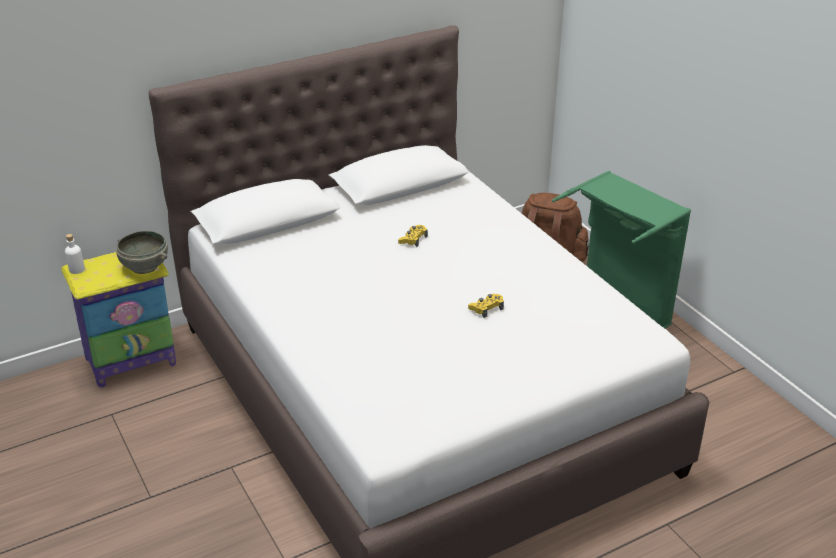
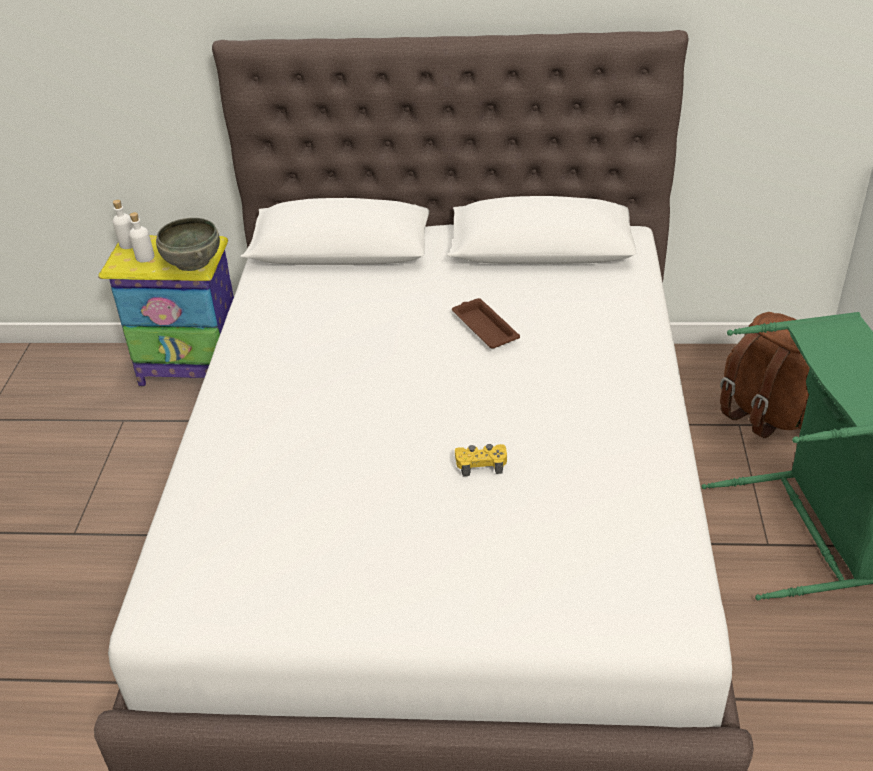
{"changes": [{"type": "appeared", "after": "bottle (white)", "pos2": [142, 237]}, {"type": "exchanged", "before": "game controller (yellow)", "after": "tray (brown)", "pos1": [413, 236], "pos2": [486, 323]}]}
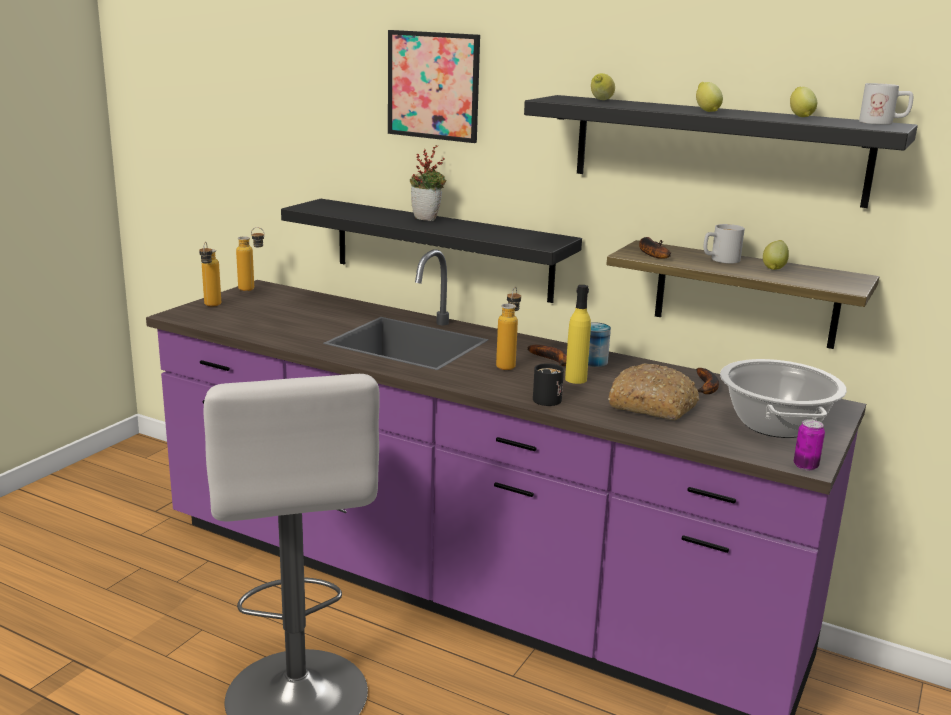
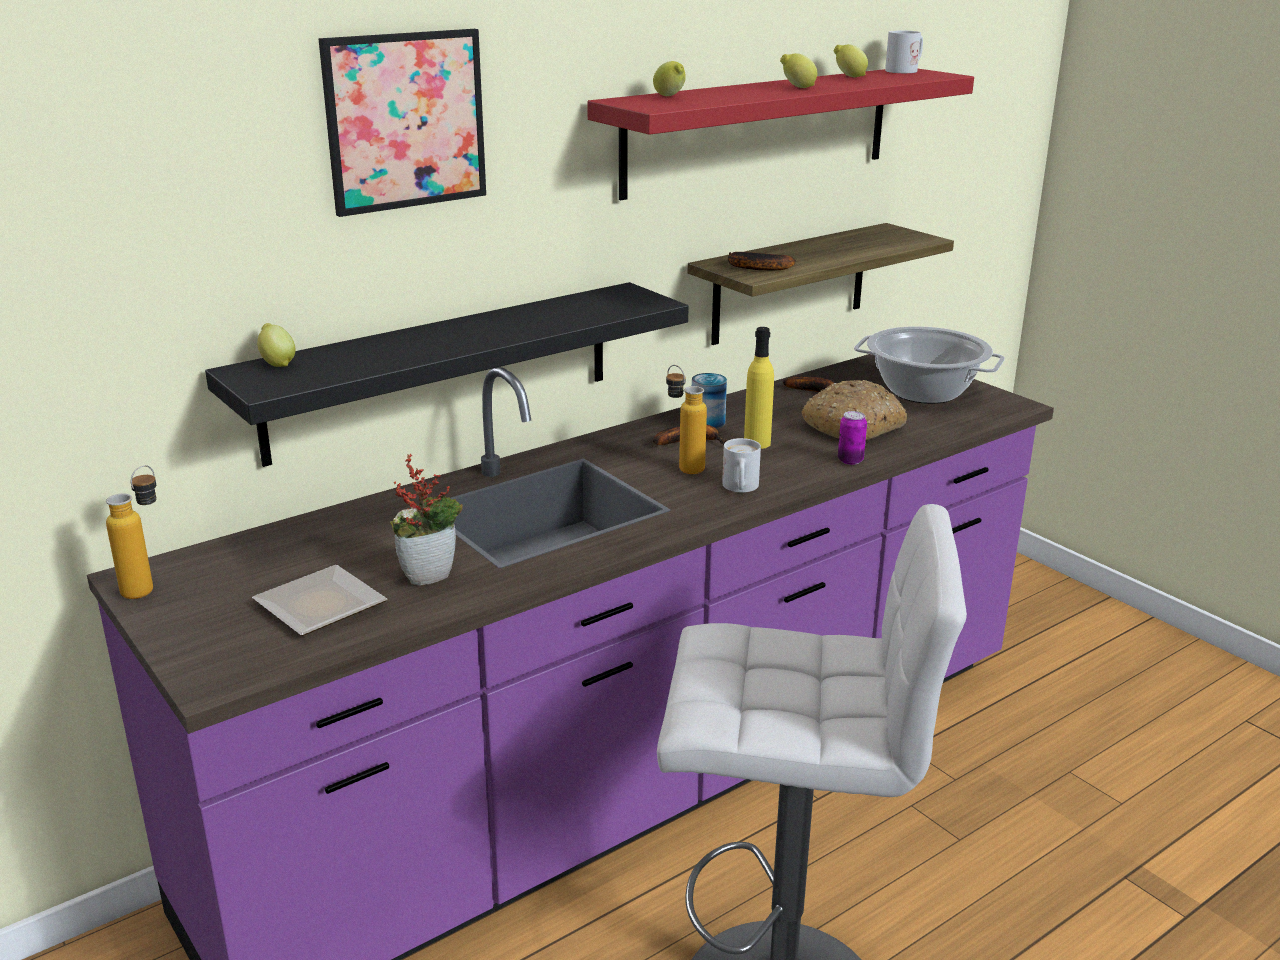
{"changes": [{"type": "missing", "before": "bottle", "pos1": [210, 274]}, {"type": "missing", "before": "mug (black)", "pos1": [548, 384]}, {"type": "appeared", "after": "plate", "pos2": [319, 600]}, {"type": "relocated", "before": "potted plant", "pos1": [428, 183], "pos2": [426, 519]}, {"type": "relocated", "before": "mug (white)", "pos1": [724, 243], "pos2": [741, 465]}, {"type": "relocated", "before": "lemon", "pos1": [776, 255], "pos2": [276, 345]}, {"type": "relocated", "before": "can", "pos1": [809, 445], "pos2": [852, 438]}, {"type": "colour", "before": "shelf (black)", "after": "shelf (red)", "pos1": [721, 151], "pos2": [780, 134]}]}
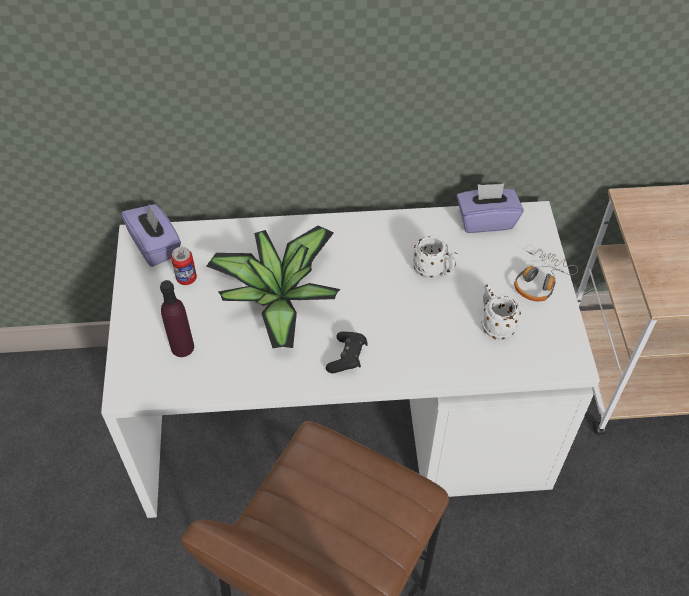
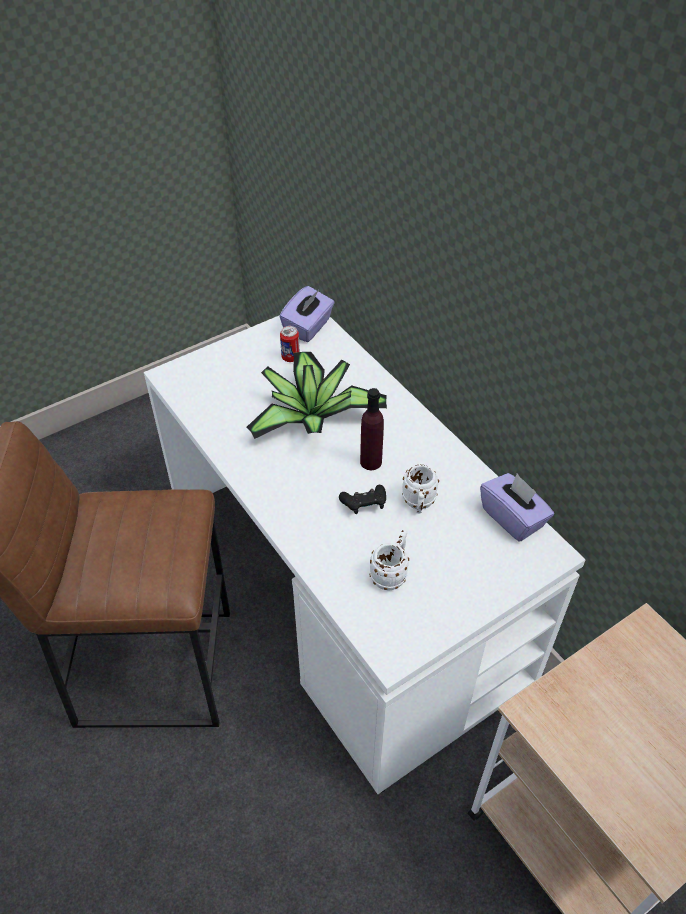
{"changes": [{"type": "missing", "before": "headphones", "pos1": [546, 276]}, {"type": "relocated", "before": "bottle (purple)", "pos1": [177, 318], "pos2": [372, 429]}, {"type": "relocated", "before": "game controller (black)", "pos1": [347, 352], "pos2": [362, 499]}]}
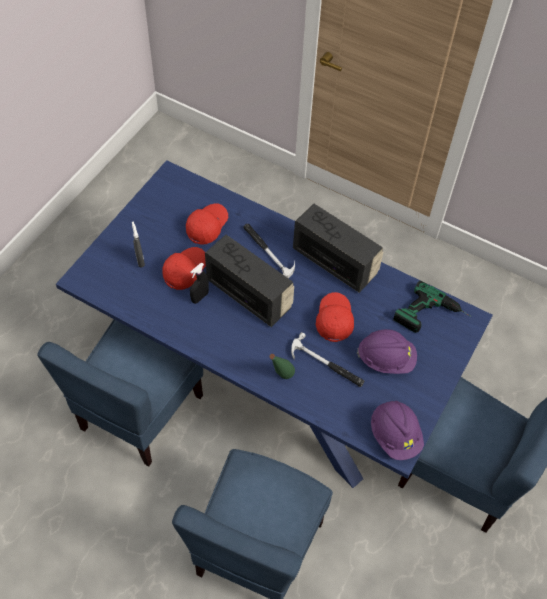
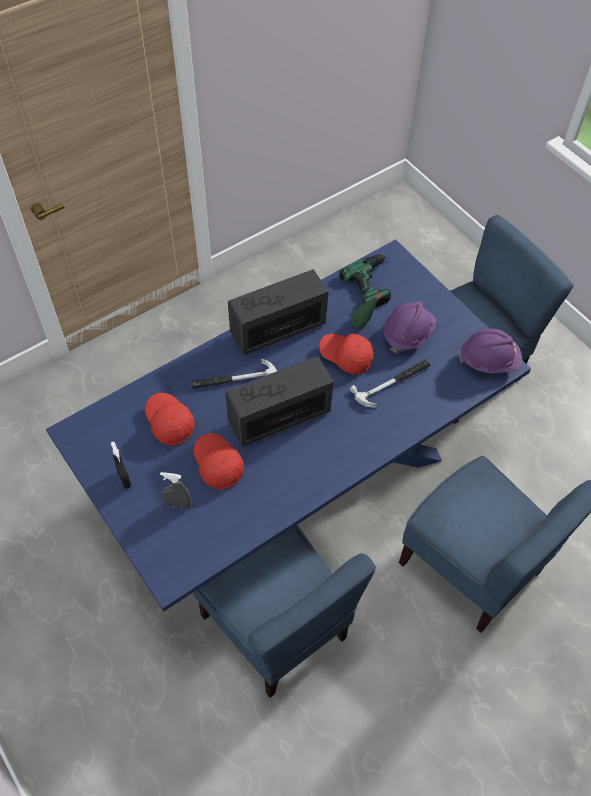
{"changes": [{"type": "relocated", "before": "spray bottle (black)", "pos1": [199, 283], "pos2": [121, 465]}, {"type": "relocated", "before": "bottle (green)", "pos1": [282, 366], "pos2": [366, 310]}]}
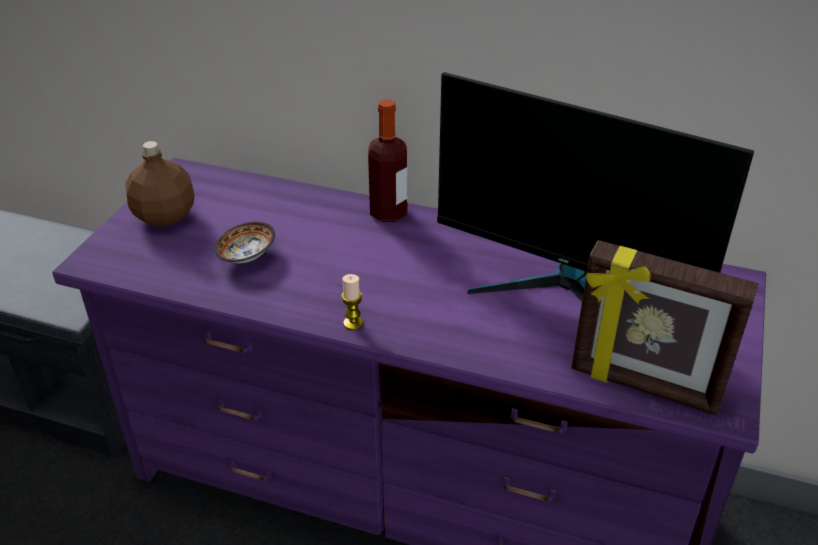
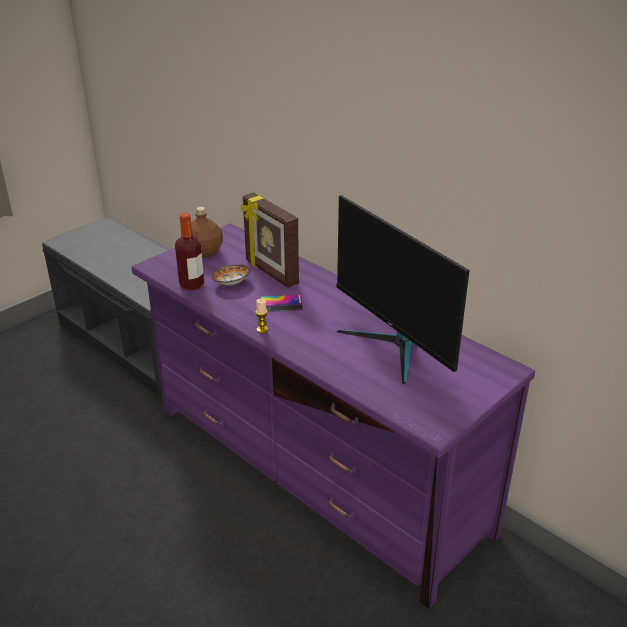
{"changes": [{"type": "appeared", "after": "phone", "pos2": [282, 303]}, {"type": "relocated", "before": "bottle", "pos1": [387, 160], "pos2": [189, 251]}, {"type": "relocated", "before": "picture frame", "pos1": [664, 327], "pos2": [270, 240]}]}
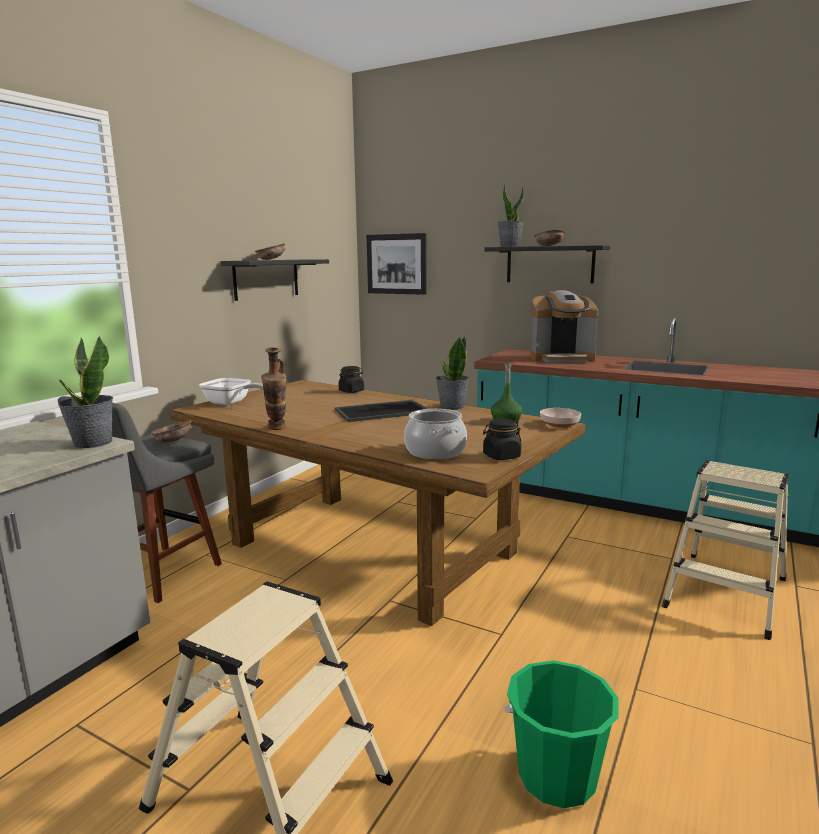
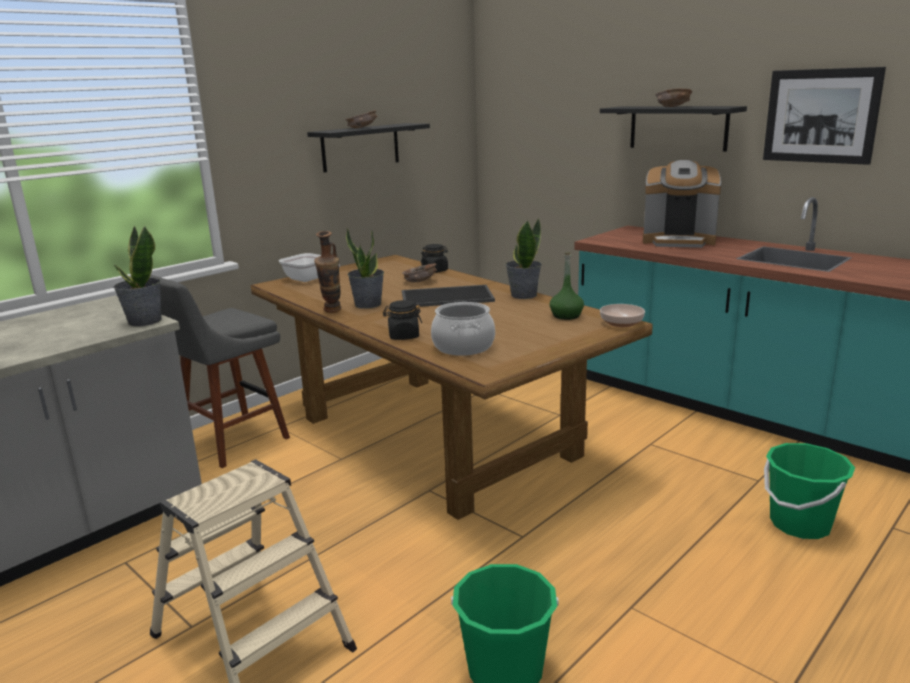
{"changes": [{"type": "relocated", "before": "bowl (brown)", "pos1": [172, 431], "pos2": [419, 272]}, {"type": "relocated", "before": "picture", "pos1": [397, 264], "pos2": [824, 116]}, {"type": "relocated", "before": "jar (black)", "pos1": [502, 439], "pos2": [402, 320]}, {"type": "relocated", "before": "potted plant", "pos1": [511, 215], "pos2": [365, 268]}, {"type": "exchanged", "before": "step ladder (beige)", "after": "bucket (green)", "pos1": [725, 550], "pos2": [809, 491]}]}
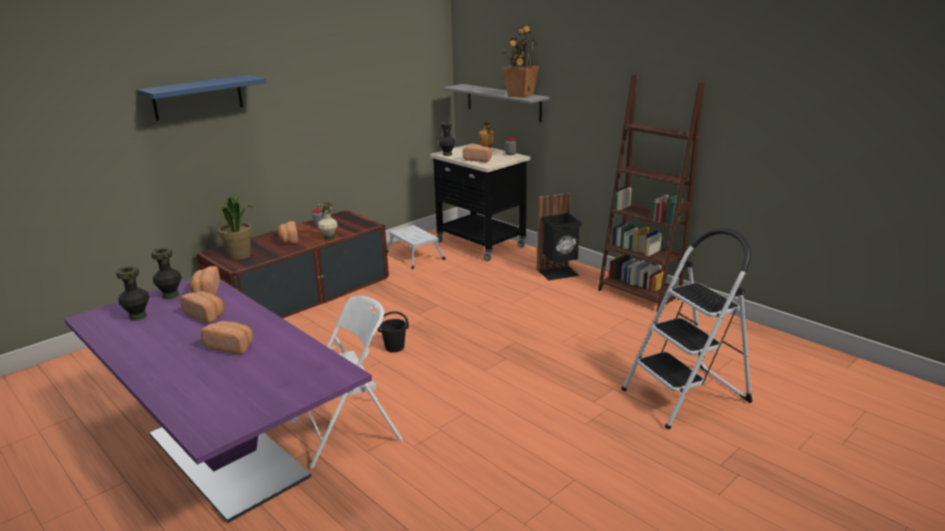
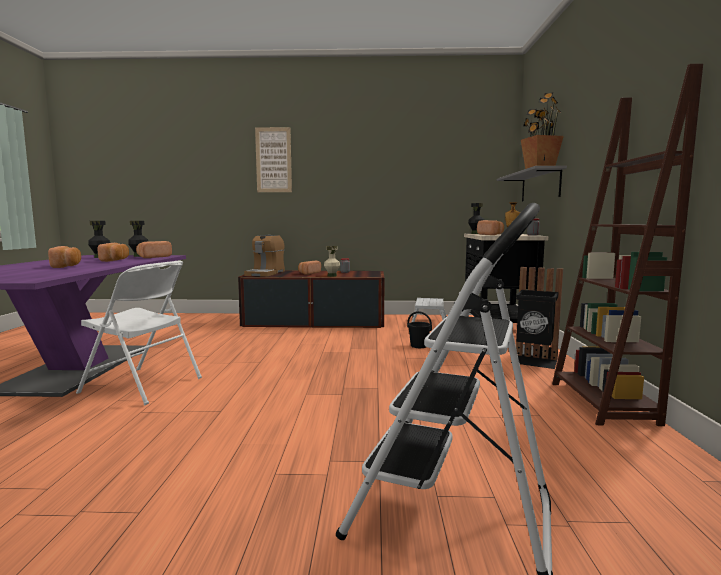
{"changes": [{"type": "relocated", "before": "bucket (black)", "pos1": [393, 331], "pos2": [419, 329]}, {"type": "exchanged", "before": "shelf (blue)", "after": "picture", "pos1": [202, 98], "pos2": [273, 159]}, {"type": "exchanged", "before": "potted plant", "after": "coffee machine", "pos1": [235, 228], "pos2": [264, 256]}]}
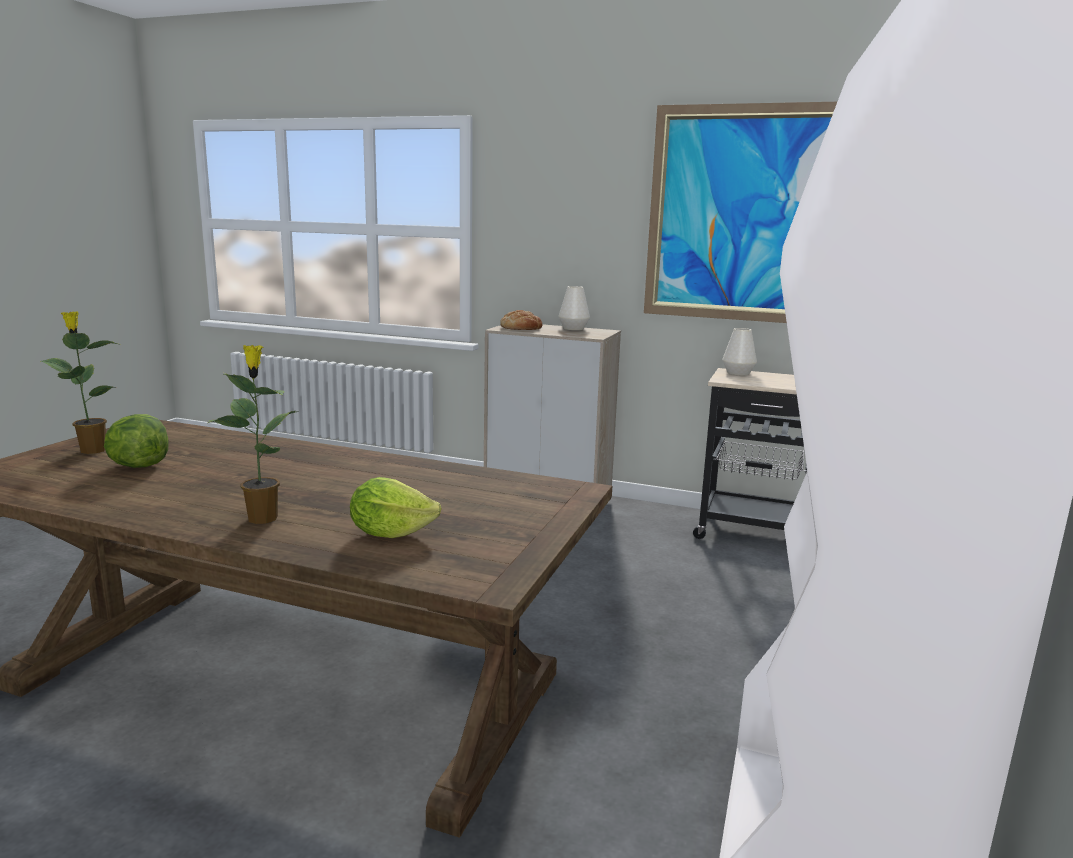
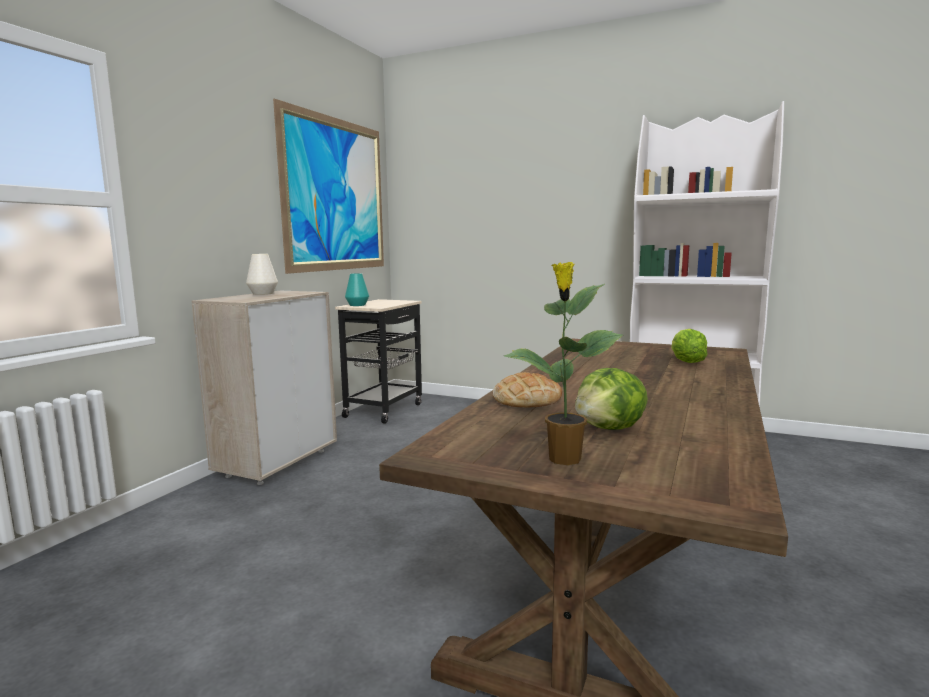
{"changes": [{"type": "missing", "before": "potted plant", "pos1": [253, 434]}, {"type": "relocated", "before": "bread", "pos1": [521, 320], "pos2": [527, 390]}, {"type": "colour", "before": "vase (white)", "after": "vase (turquoise)", "pos1": [739, 351], "pos2": [357, 289]}]}
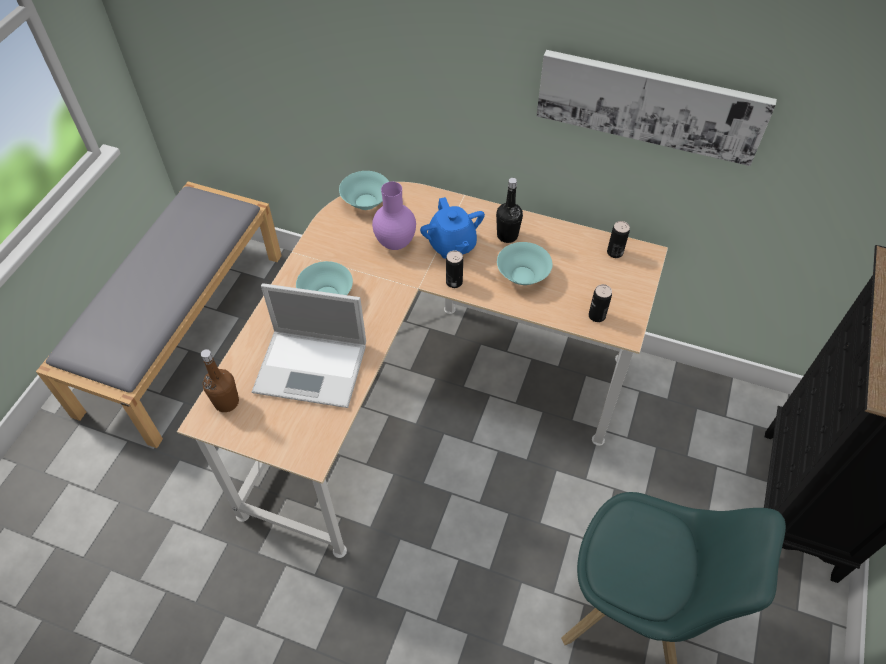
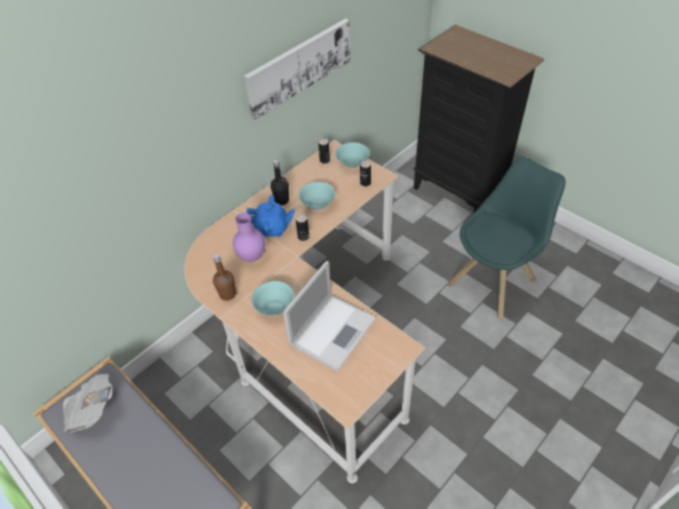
{"changes": [{"type": "appeared", "after": "newspaper", "pos2": [88, 403]}, {"type": "relocated", "before": "bottle (brown)", "pos1": [220, 380], "pos2": [224, 277]}, {"type": "relocated", "before": "bowl (turquoise)", "pos1": [364, 190], "pos2": [352, 155]}]}
